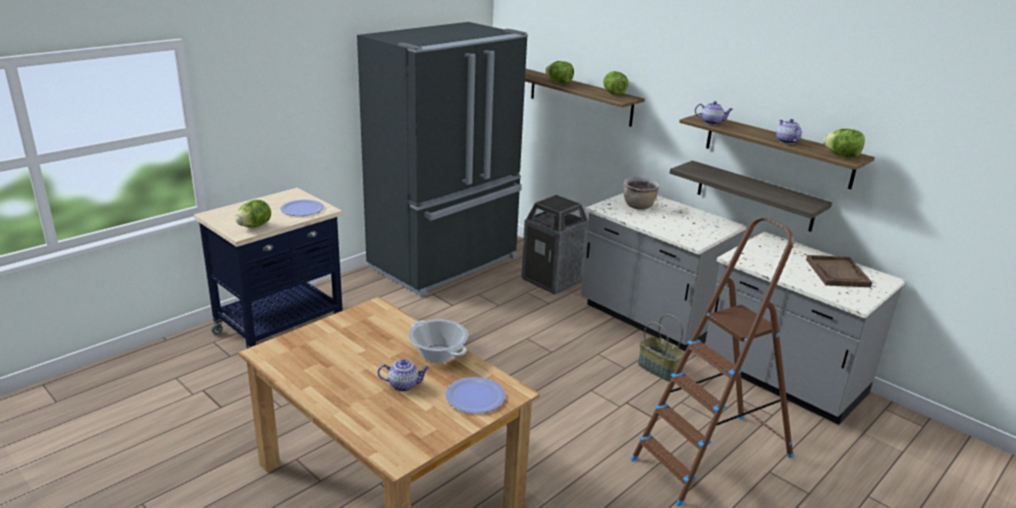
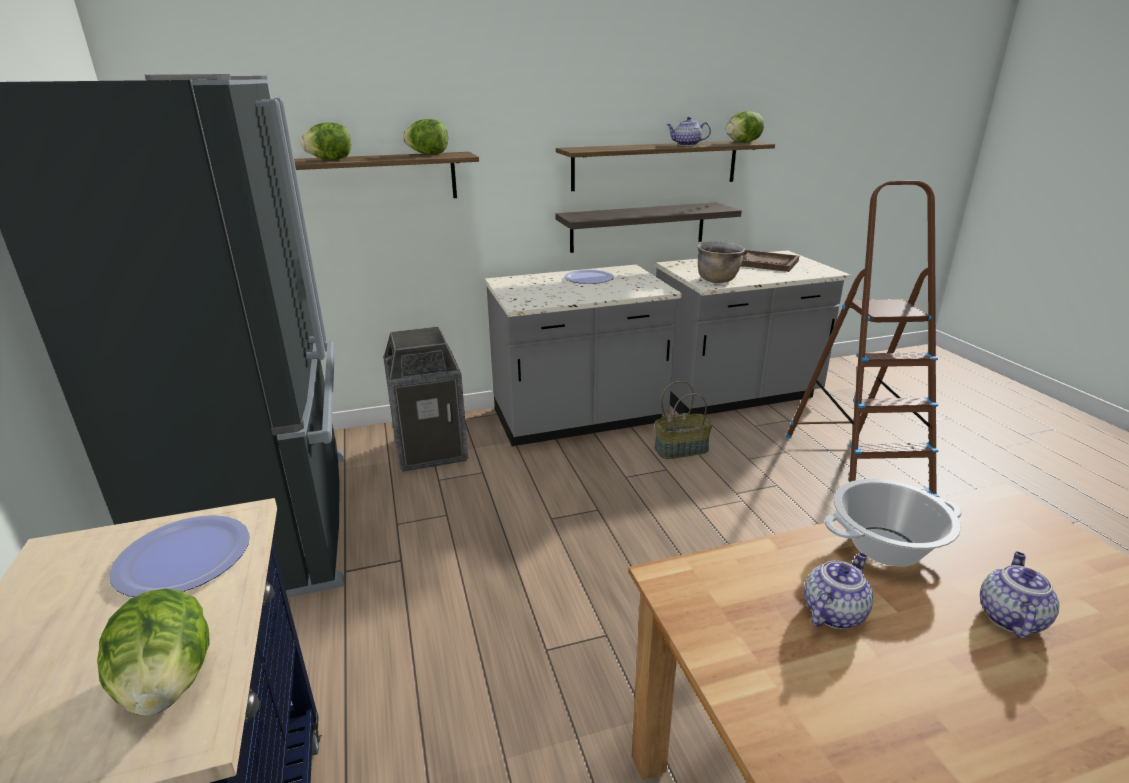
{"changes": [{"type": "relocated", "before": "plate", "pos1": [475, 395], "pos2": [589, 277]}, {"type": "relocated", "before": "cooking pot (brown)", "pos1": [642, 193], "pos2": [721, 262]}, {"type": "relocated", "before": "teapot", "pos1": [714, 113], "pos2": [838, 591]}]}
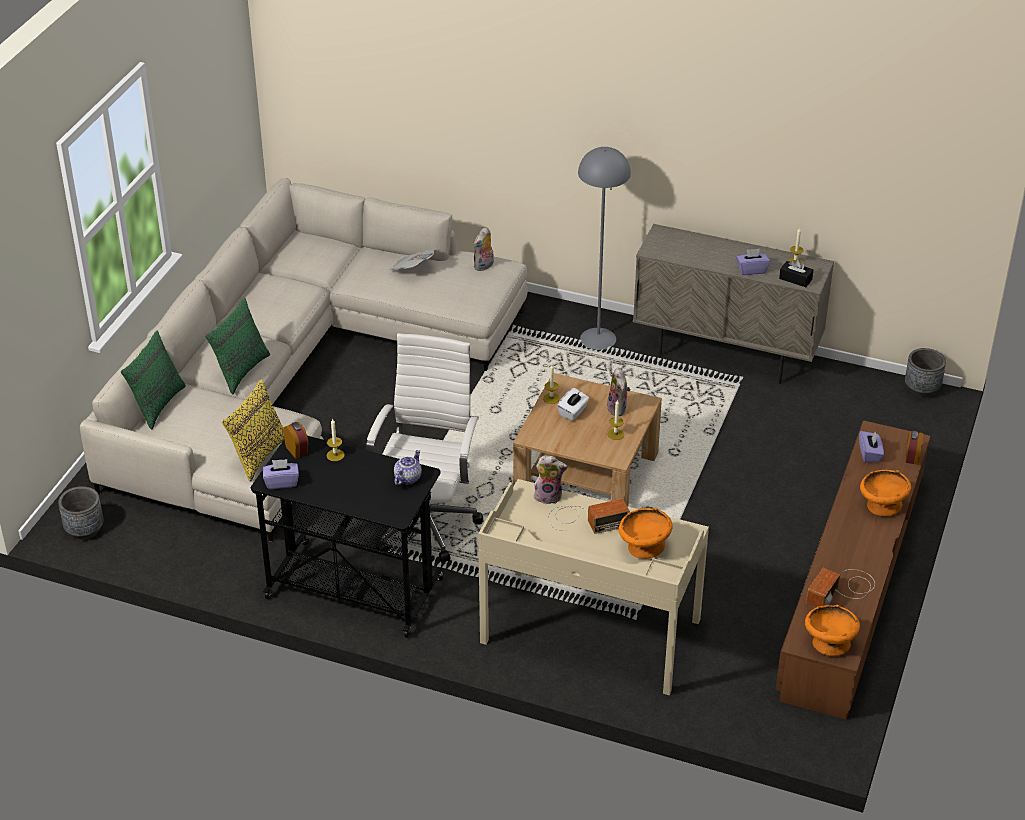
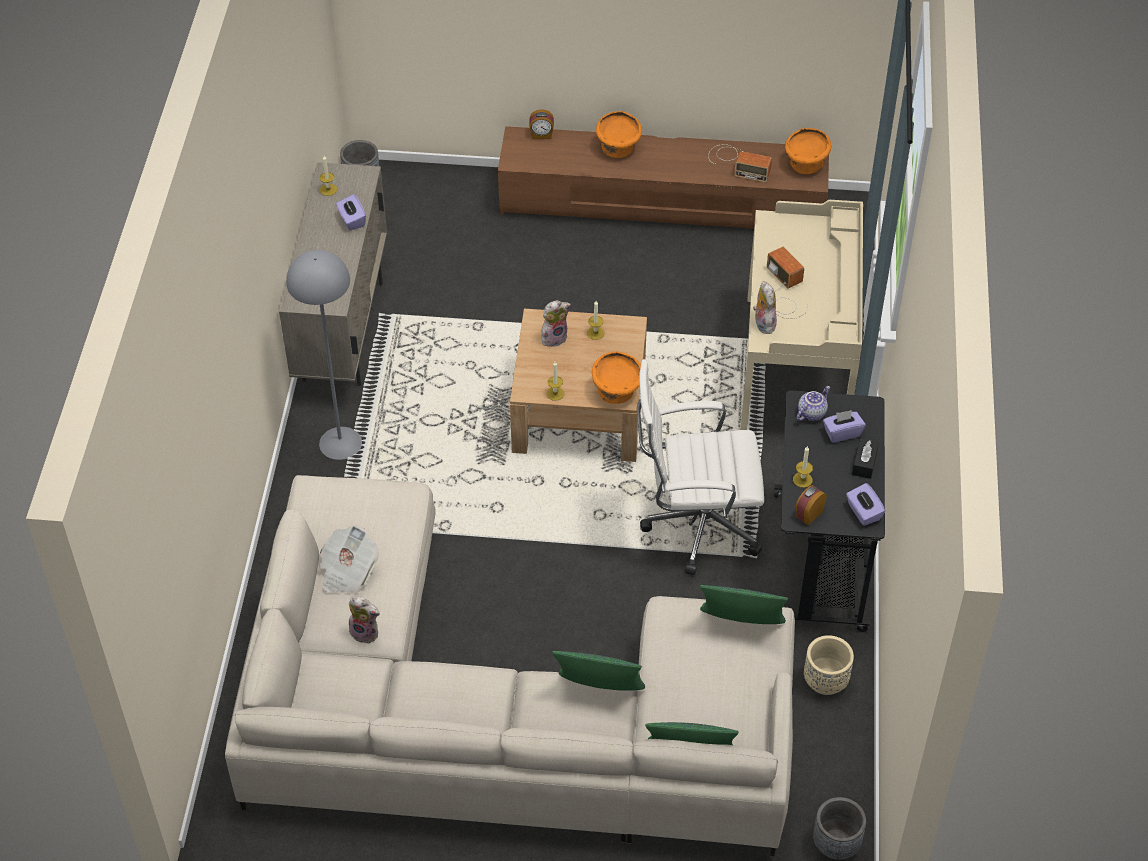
{"changes": [{"type": "missing", "before": "tissue box (white)", "pos1": [573, 404]}, {"type": "appeared", "after": "planter (beige)", "pos2": [829, 665]}, {"type": "relocated", "before": "plush toy", "pos1": [483, 249], "pos2": [364, 620]}, {"type": "relocated", "before": "bowl (orange)", "pos1": [646, 533], "pos2": [616, 377]}, {"type": "relocated", "before": "tissue box (black)", "pos1": [796, 273], "pos2": [865, 458]}, {"type": "relocated", "before": "tissue box (purple)", "pos1": [871, 447], "pos2": [844, 426]}, {"type": "colour", "before": "pillow (yellow)", "after": "pillow (green)", "pos1": [253, 430], "pos2": [744, 604]}, {"type": "spun", "before": "teapot", "pos1": [408, 467], "pos2": [813, 403], "turn": 120}]}
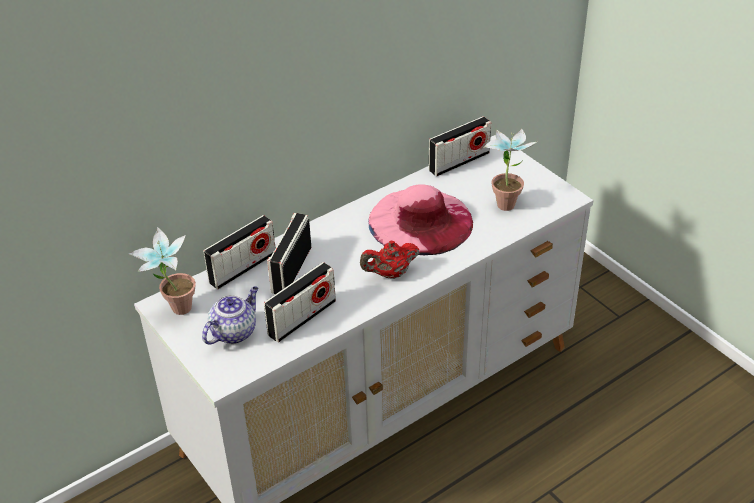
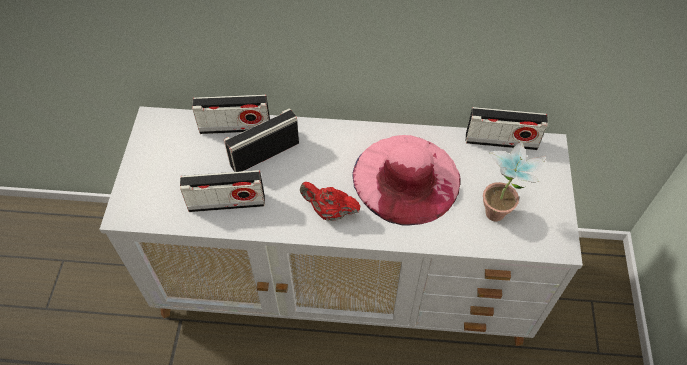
{"changes": [{"type": "missing", "before": "potted plant", "pos1": [162, 271]}, {"type": "missing", "before": "teapot", "pos1": [230, 315]}]}
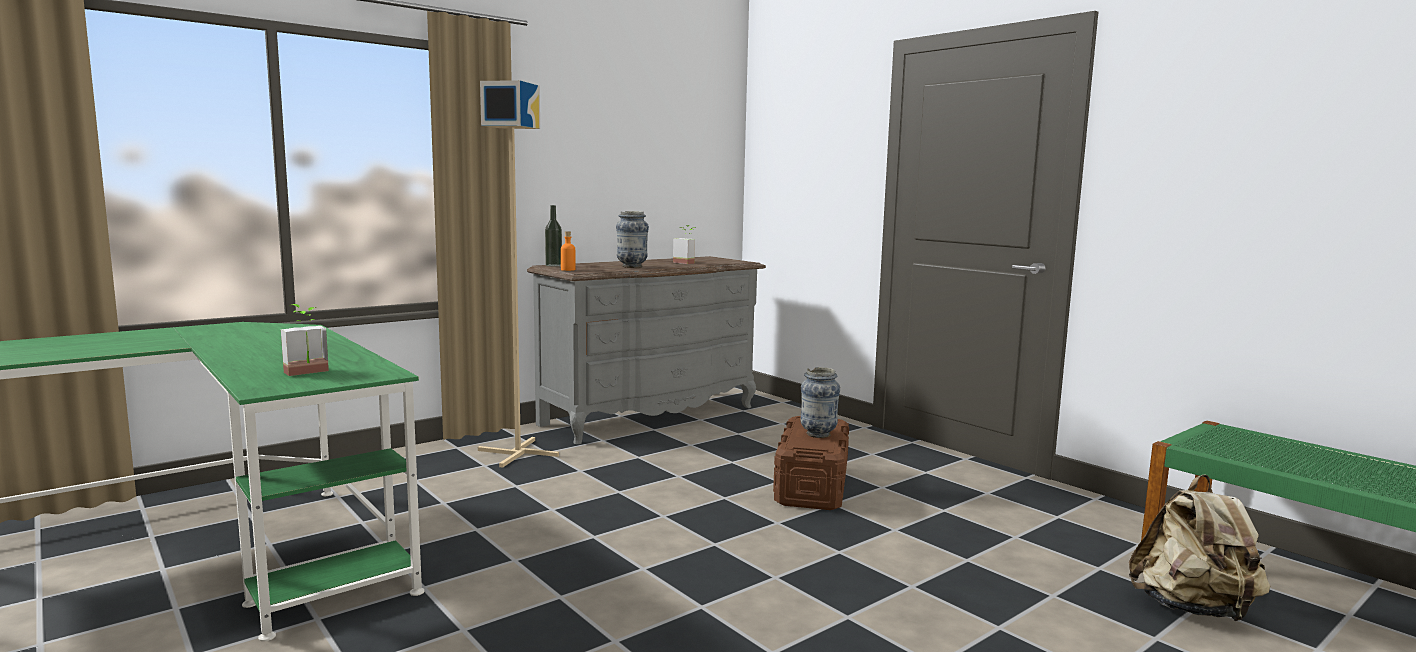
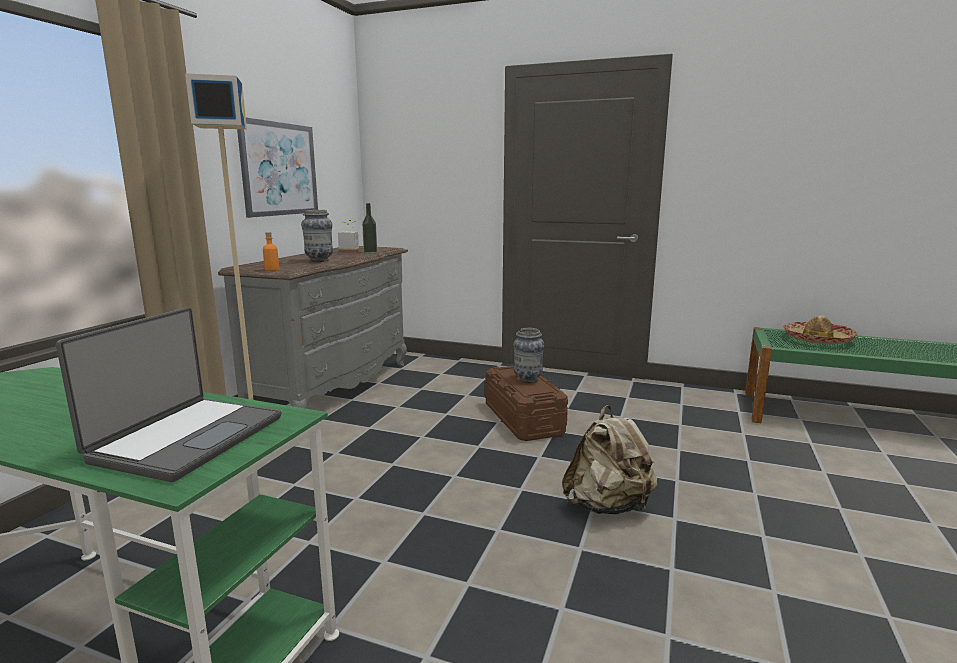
{"changes": [{"type": "appeared", "after": "picture", "pos2": [277, 168]}, {"type": "appeared", "after": "hat", "pos2": [820, 329]}, {"type": "relocated", "before": "bottle", "pos1": [553, 235], "pos2": [369, 228]}, {"type": "relocated", "before": "backpack (beige)", "pos1": [1199, 547], "pos2": [610, 460]}, {"type": "exchanged", "before": "potted plant", "after": "laptop", "pos1": [305, 340], "pos2": [168, 395]}]}
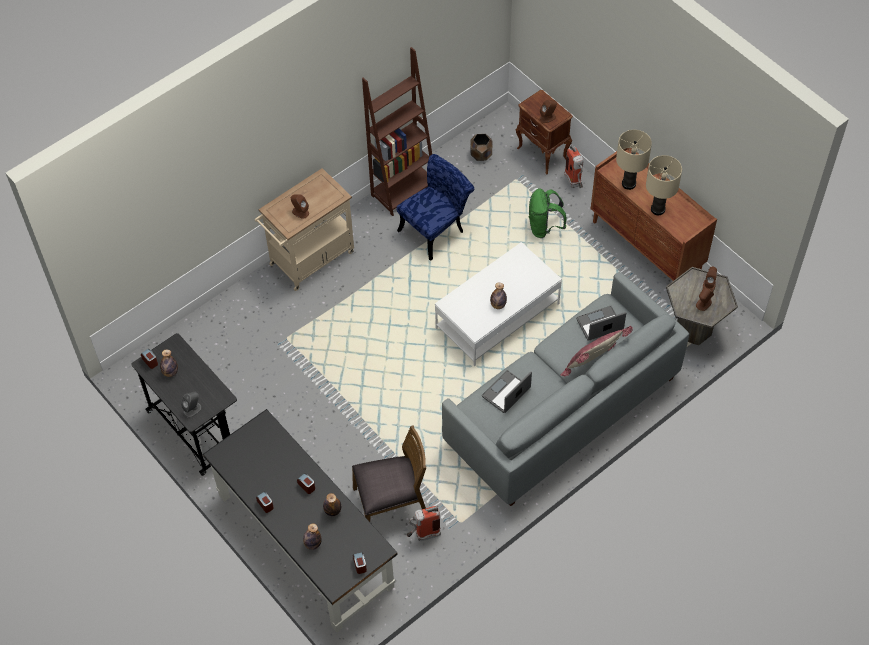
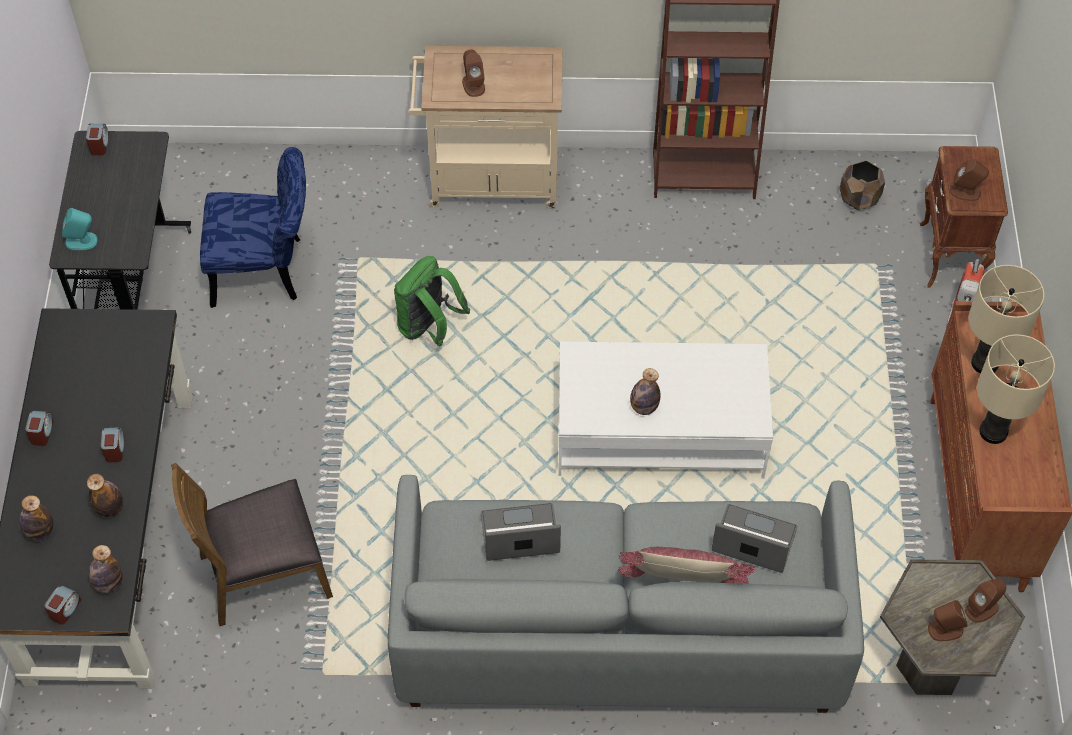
{"changes": [{"type": "missing", "before": "fire extinguisher", "pos1": [423, 523]}, {"type": "relocated", "before": "bottle", "pos1": [169, 363], "pos2": [106, 569]}, {"type": "relocated", "before": "chair (blue)", "pos1": [435, 207], "pos2": [253, 227]}, {"type": "relocated", "before": "backpack (green)", "pos1": [547, 213], "pos2": [432, 301]}, {"type": "colour", "before": "speaker (grey)", "after": "speaker (turquoise)", "pos1": [191, 405], "pos2": [79, 229]}, {"type": "spun", "before": "chair (brown)", "pos1": [389, 473], "pos2": [252, 544], "turn": 135}]}
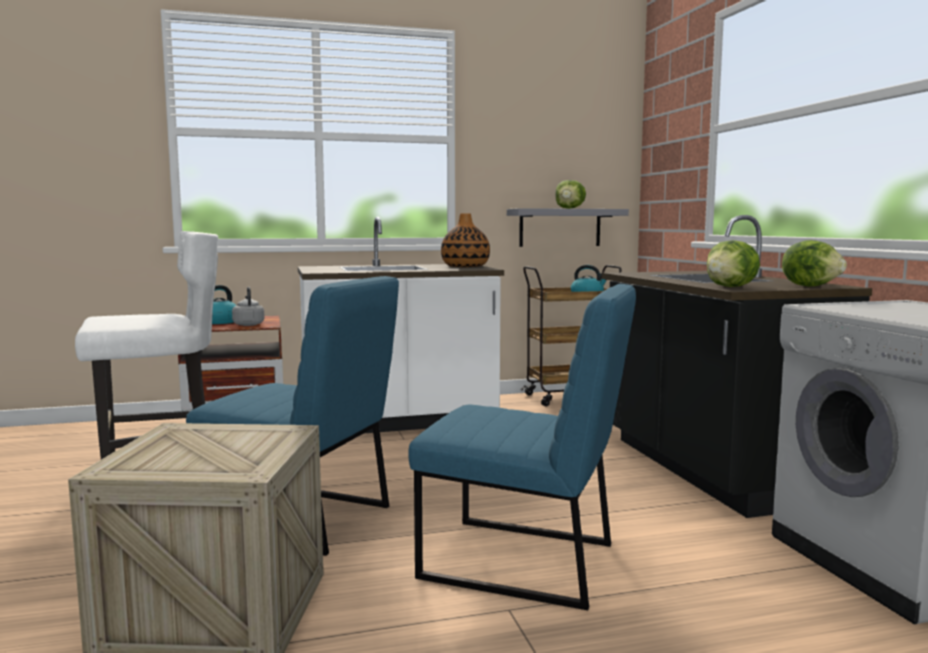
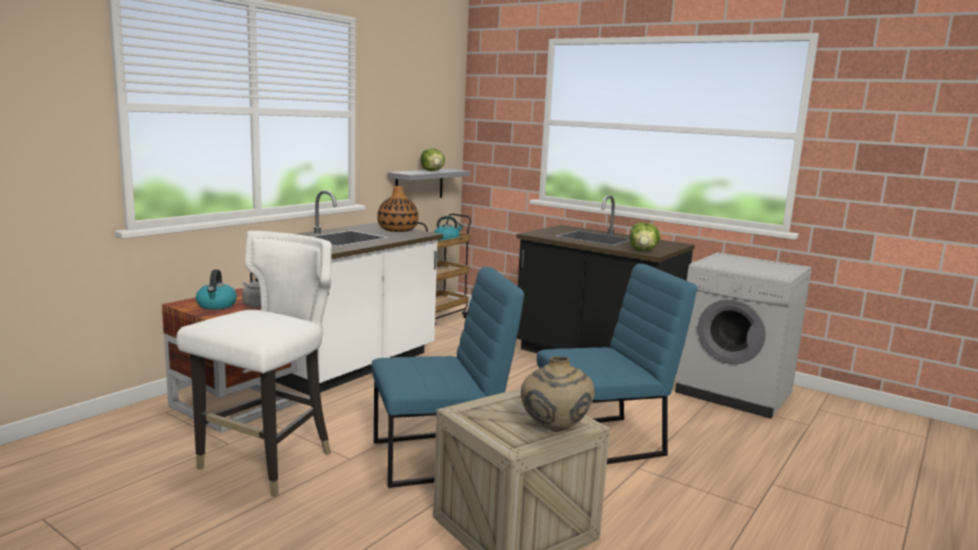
{"changes": [{"type": "missing", "before": "lettuce", "pos1": [814, 263]}, {"type": "appeared", "after": "vase (beige)", "pos2": [558, 394]}]}
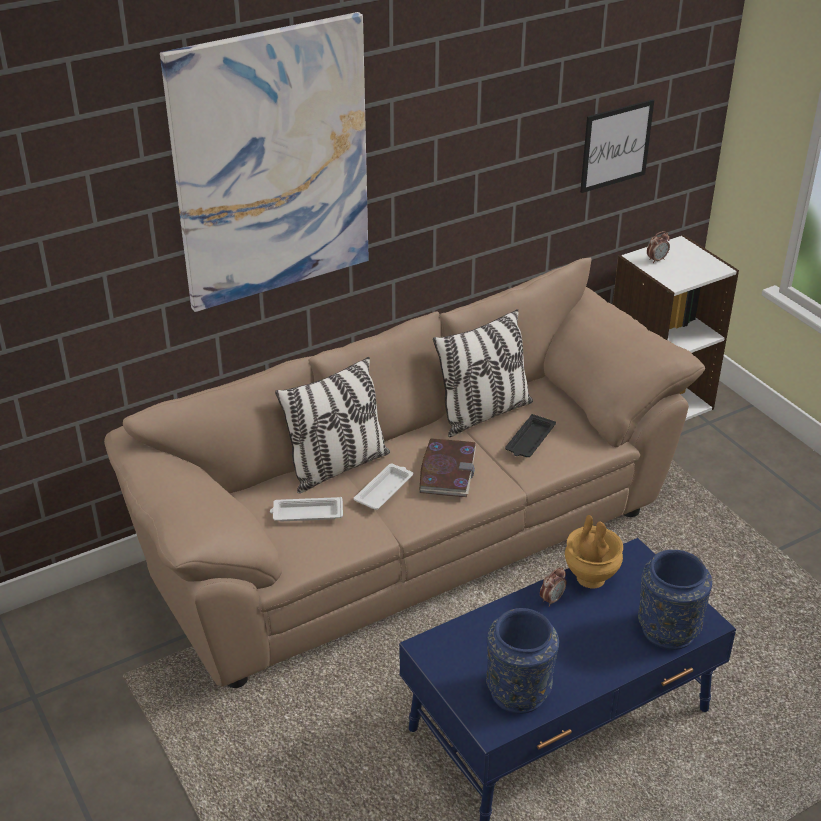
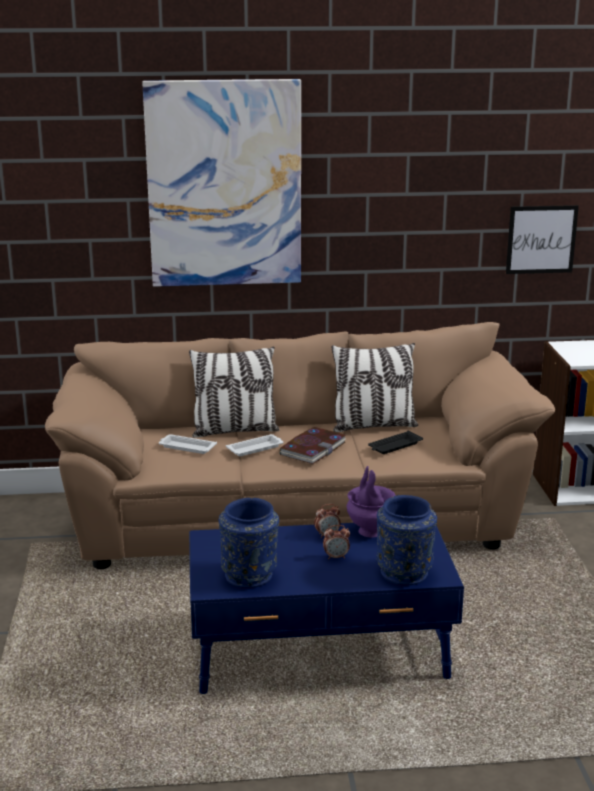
{"changes": [{"type": "relocated", "before": "alarm clock", "pos1": [658, 247], "pos2": [336, 542]}, {"type": "colour", "before": "vase (brown)", "after": "vase (purple)", "pos1": [594, 551], "pos2": [371, 502]}]}
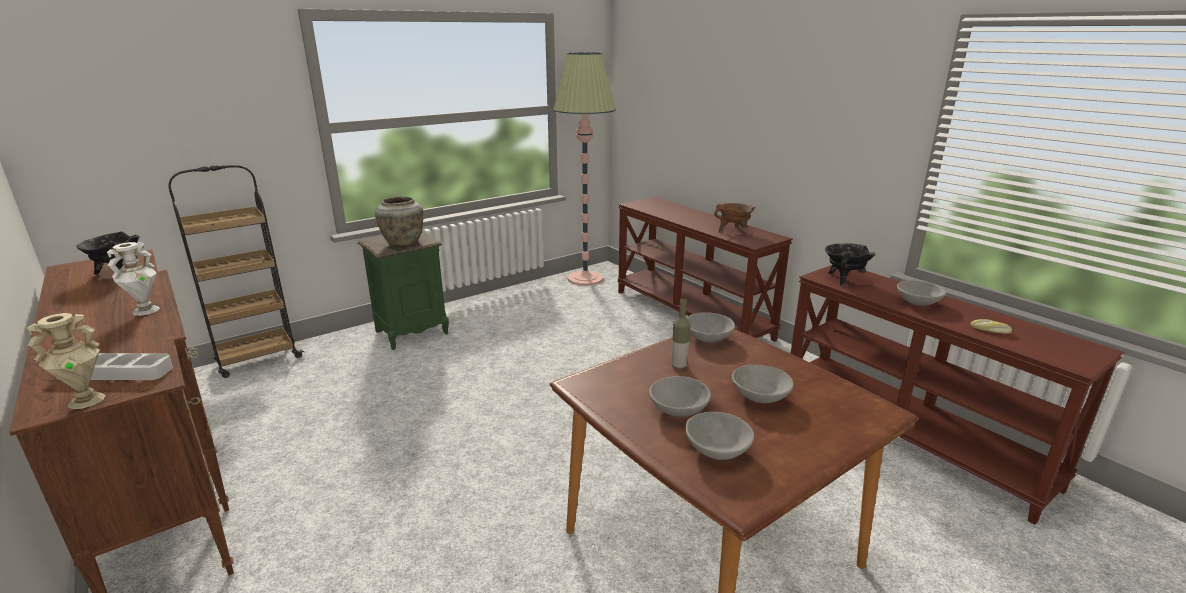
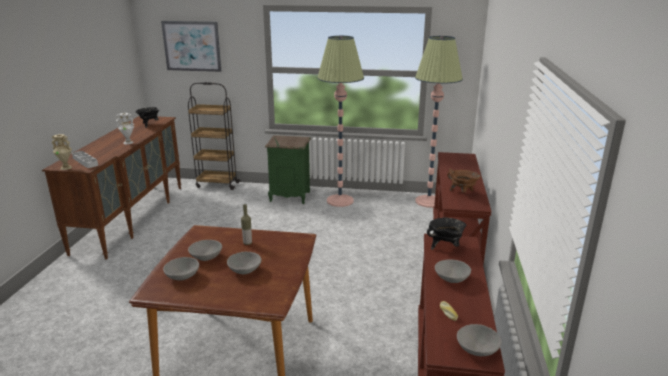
{"changes": [{"type": "missing", "before": "vase (beige)", "pos1": [399, 221]}, {"type": "appeared", "after": "picture", "pos2": [191, 46]}, {"type": "appeared", "after": "floor lamp", "pos2": [340, 121]}, {"type": "relocated", "before": "bowl (grey)", "pos1": [711, 327], "pos2": [479, 340]}]}
